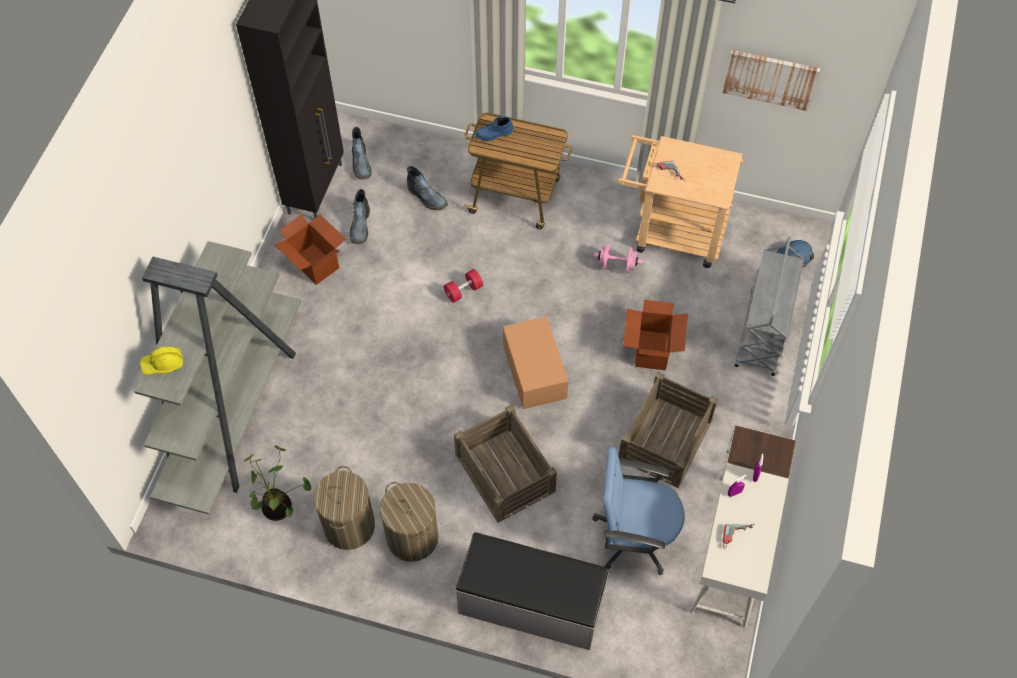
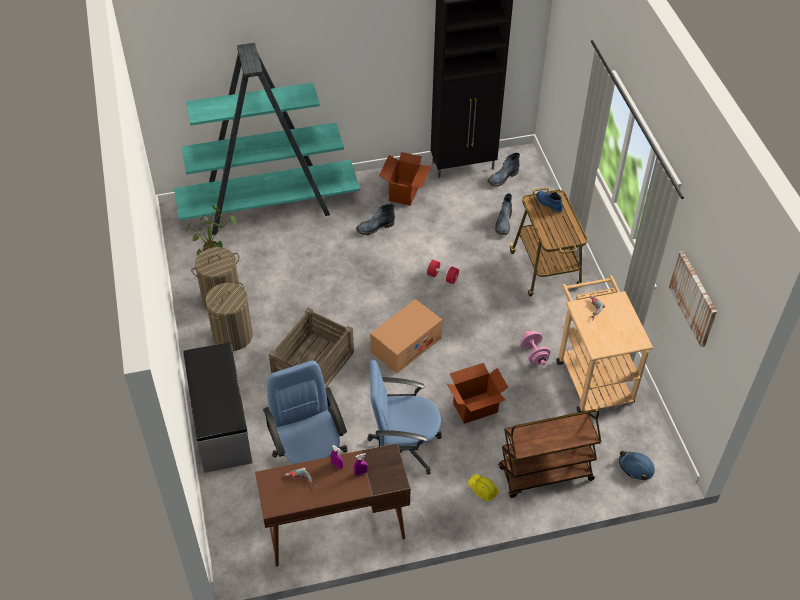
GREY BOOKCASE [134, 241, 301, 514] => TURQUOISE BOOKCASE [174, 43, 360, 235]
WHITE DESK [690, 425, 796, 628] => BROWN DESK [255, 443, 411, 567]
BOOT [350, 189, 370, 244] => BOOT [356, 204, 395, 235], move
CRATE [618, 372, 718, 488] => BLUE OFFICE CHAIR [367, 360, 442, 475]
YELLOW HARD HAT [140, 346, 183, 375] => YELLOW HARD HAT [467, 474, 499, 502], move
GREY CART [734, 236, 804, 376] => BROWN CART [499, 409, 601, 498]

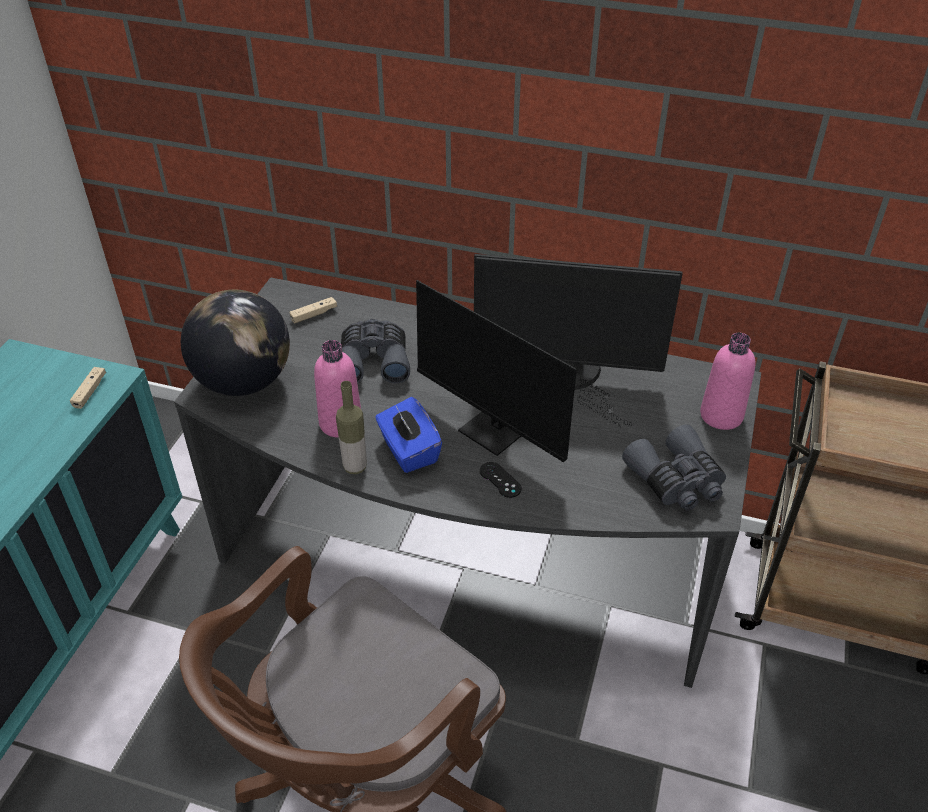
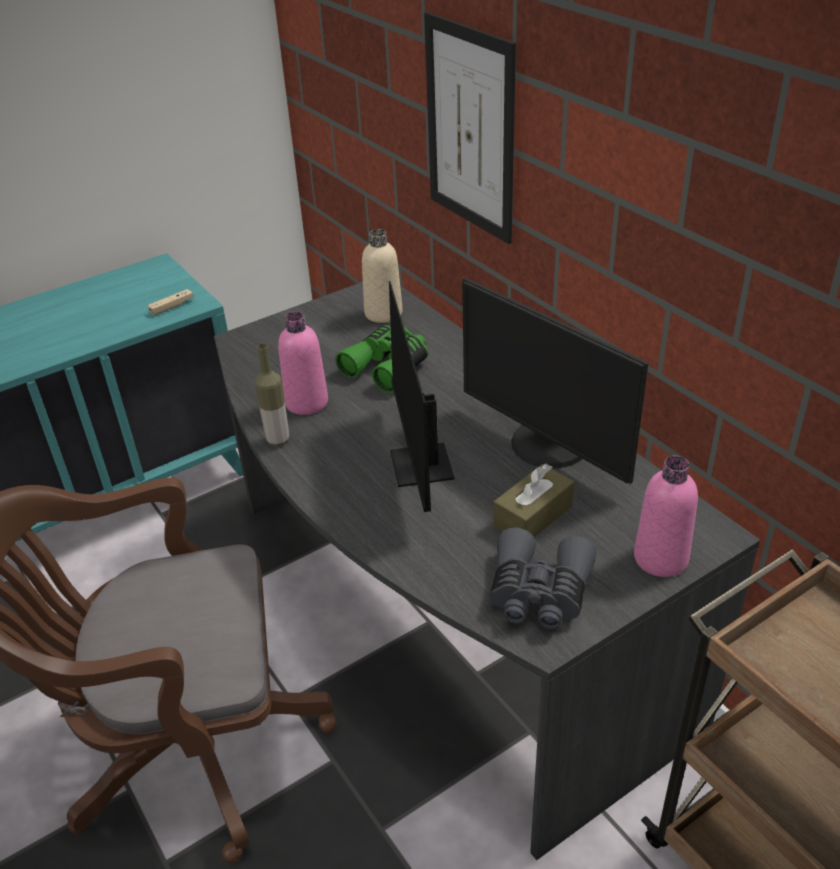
GREY BINOCULARS [341, 319, 410, 384] => GREEN BINOCULARS [335, 325, 428, 393]
BEIGE GAME CONTROLLER [289, 297, 337, 323] => BEIGE BOTTLE [362, 229, 402, 323]
nothing => PICTURE [424, 12, 516, 244]
nothing => BROWN TISSUE BOX [493, 464, 574, 537]
GLOBE [181, 290, 290, 396] => nothing
BLUE TISSUE BOX [375, 397, 442, 473] => nothing
BLACK GAME CONTROLLER [480, 462, 522, 498] => nothing

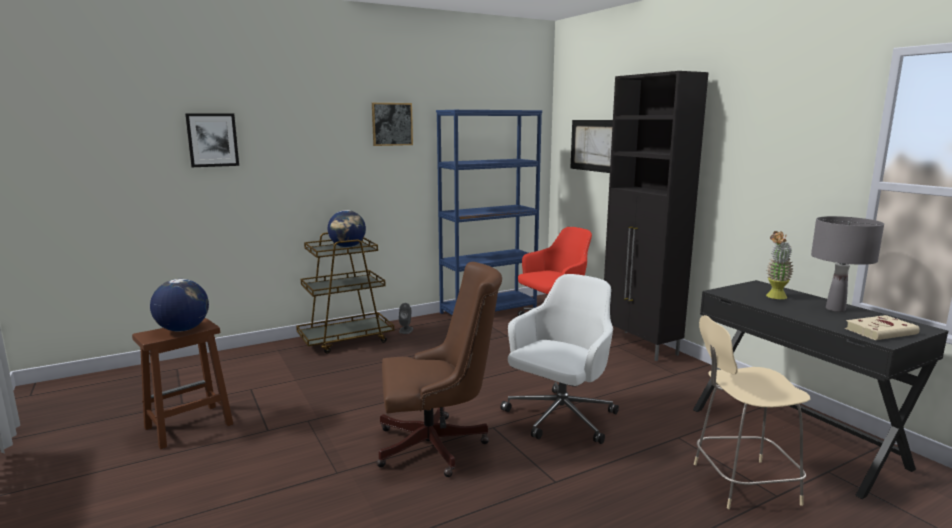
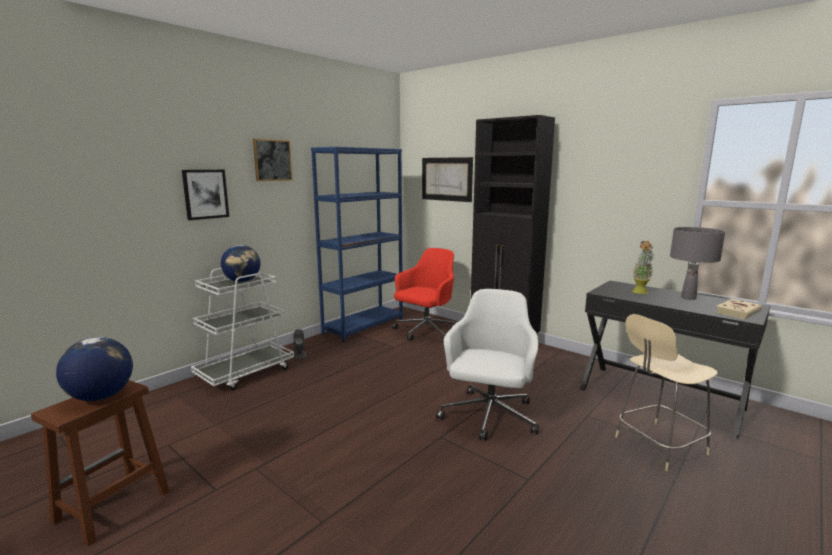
PICTURE [185, 113, 239, 167] => PICTURE [182, 170, 229, 220], move
BROWN CART [296, 232, 394, 353] => WHITE CART [191, 268, 294, 390]
BROWN OFFICE CHAIR [377, 262, 502, 477] => nothing

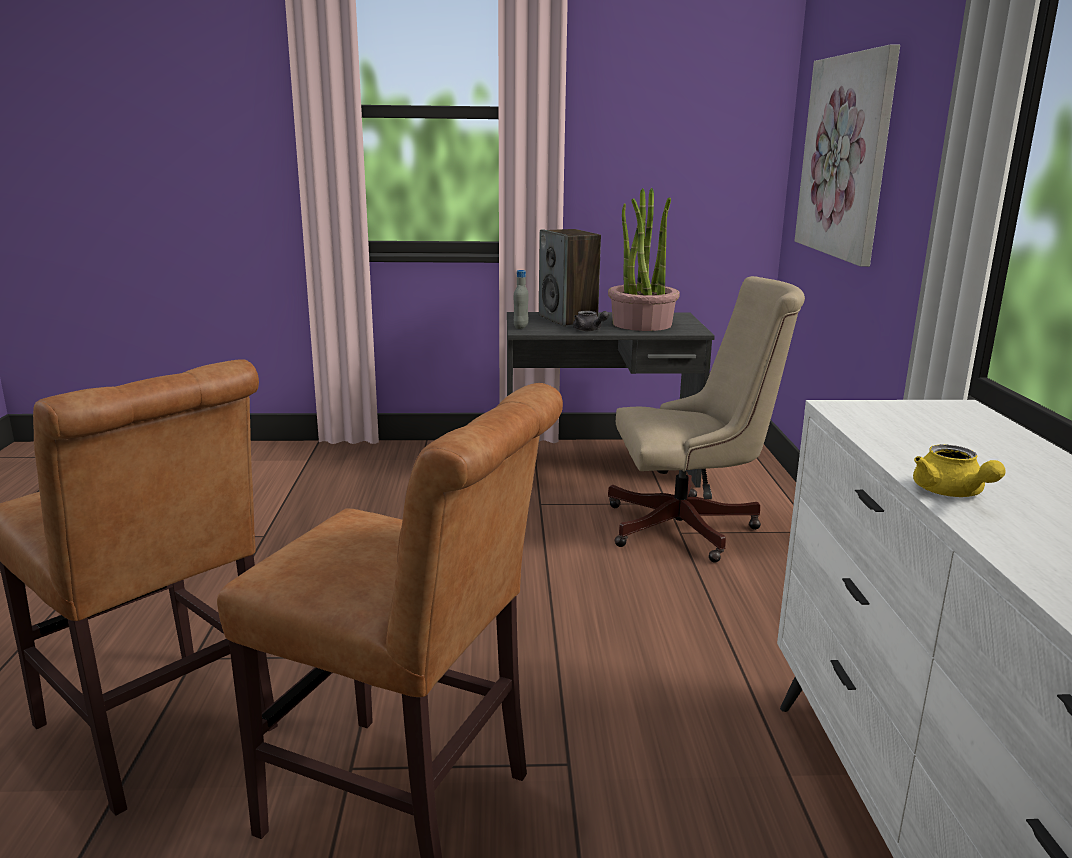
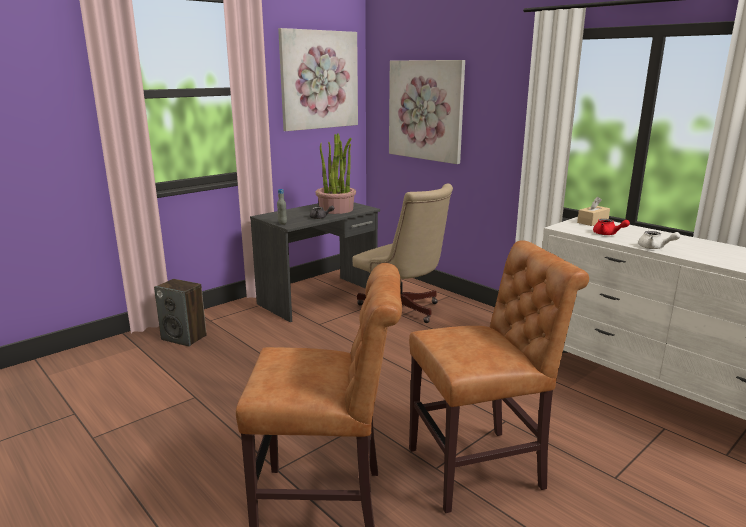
SPEAKER [539, 229, 601, 326] => SPEAKER [154, 279, 207, 346], move
nothing => PICTURE [278, 28, 358, 131]
BEIGE OFFICE CHAIR [608, 276, 805, 563] => BEIGE OFFICE CHAIR [352, 184, 453, 323], 90 degrees clockwise
nothing => BEIGE TISSUE BOX [577, 196, 610, 226]
nothing => RED TEAPOT [593, 219, 630, 235]
YELLOW TEAPOT [913, 444, 1005, 497] => WHITE TEAPOT [638, 231, 680, 249]

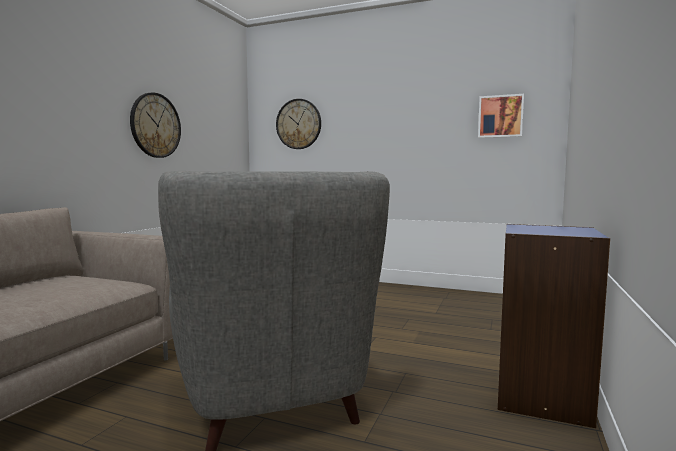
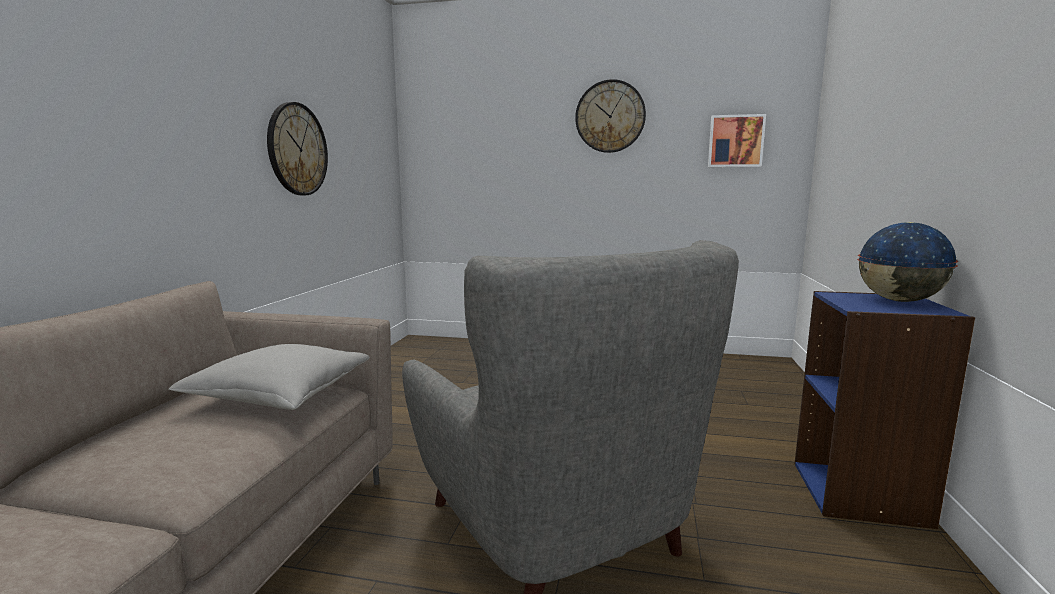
nothing => GREY PILLOW [169, 344, 369, 410]
WALL CLOCK [276, 99, 321, 149] => WALL CLOCK [575, 79, 646, 153], move
nothing => GLOBE [857, 222, 959, 302]

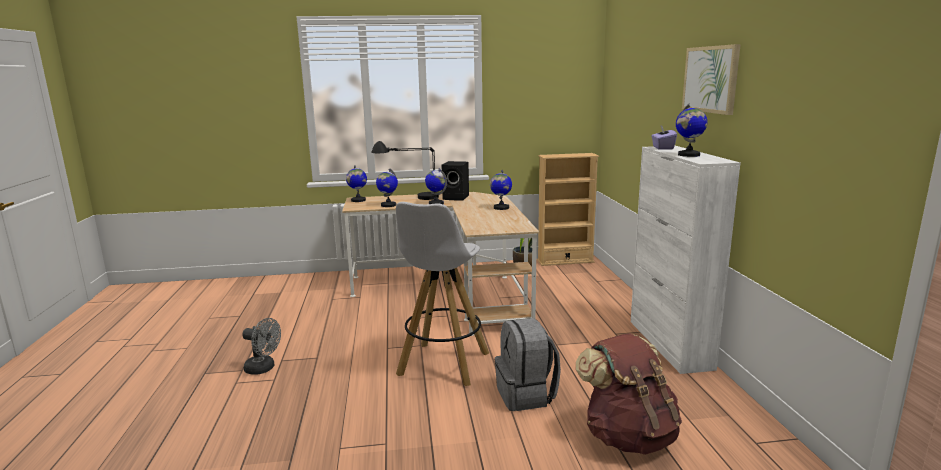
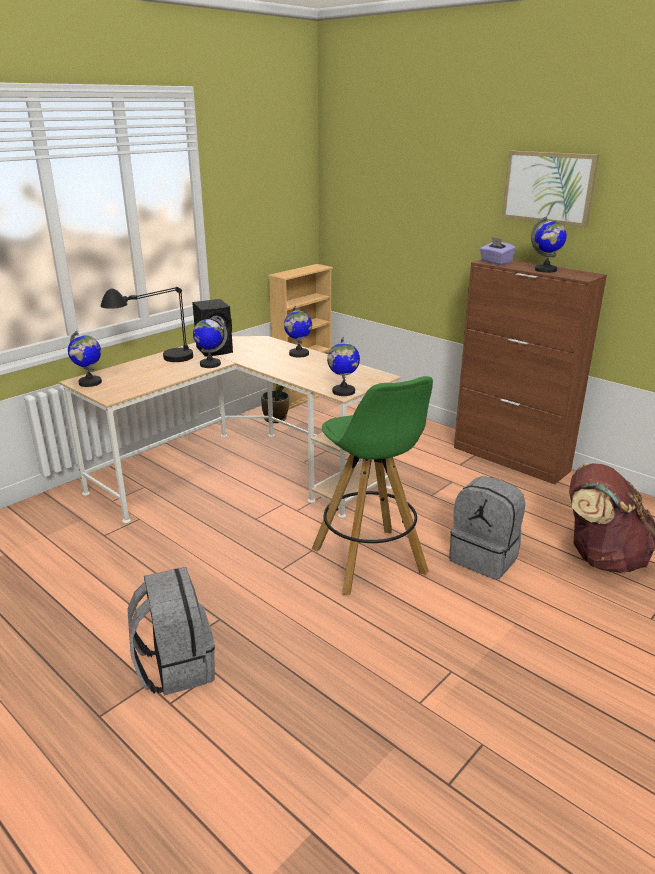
GREY FAN [242, 318, 281, 375] => GREY BACKPACK [127, 567, 215, 696]
WHITE STOOL [396, 202, 489, 386] => GREEN STOOL [312, 376, 433, 595]
GLOBE [376, 169, 398, 207] => GLOBE [327, 337, 360, 396], move
WHITE CABINET [631, 146, 741, 374] => BROWN CABINET [454, 259, 607, 485]

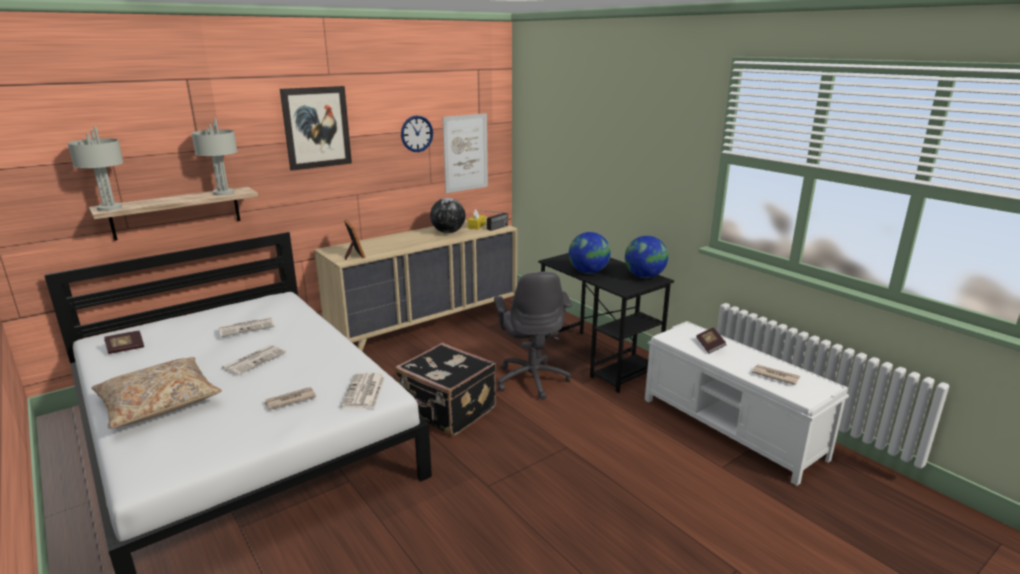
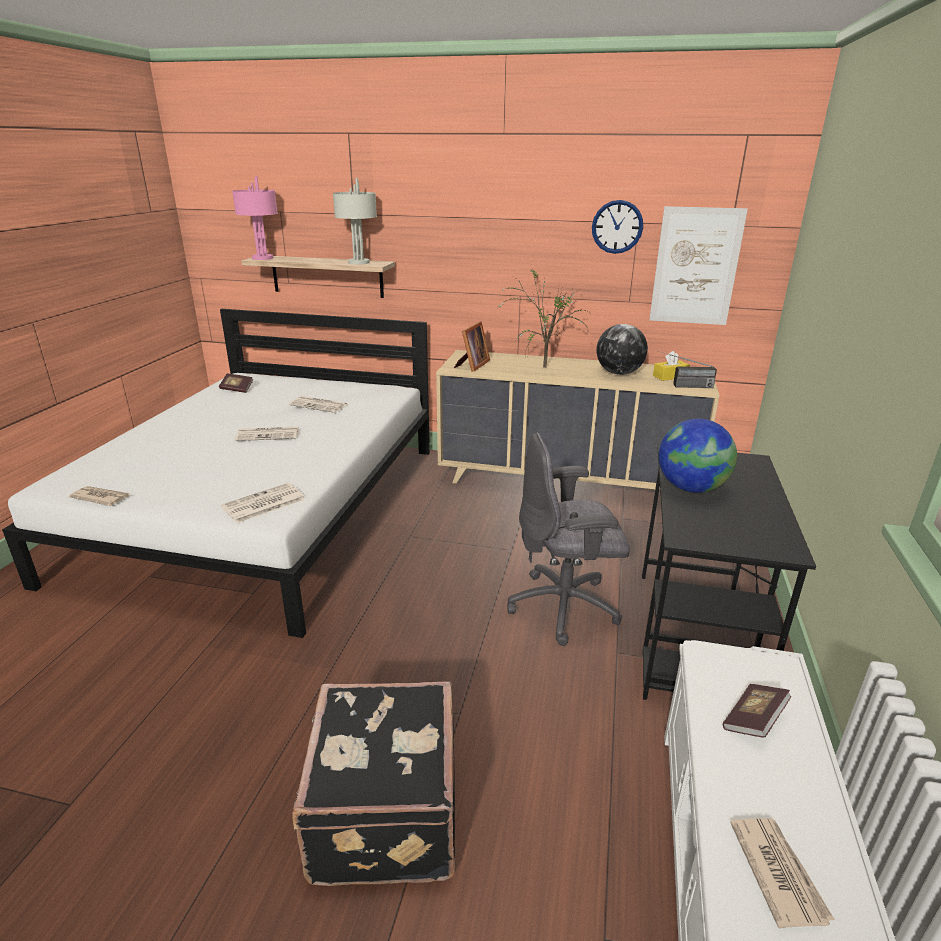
NEWSPAPER [264, 387, 316, 410] => NEWSPAPER [69, 486, 130, 506], move
GREY TABLE LAMP [67, 126, 124, 211] => PINK TABLE LAMP [232, 176, 278, 260]
BLACK SUITCASE [395, 343, 496, 436] => BLACK SUITCASE [292, 681, 455, 886], move
nothing => POTTED PLANT [498, 269, 589, 368]
GREY OFFICE CHAIR [494, 272, 572, 400] => GREY OFFICE CHAIR [507, 433, 630, 646], 45 degrees clockwise
BEIGE PILLOW [91, 357, 222, 429] => nothing
PICTURE [280, 86, 352, 171] => nothing
GLOBE [625, 236, 668, 278] => nothing

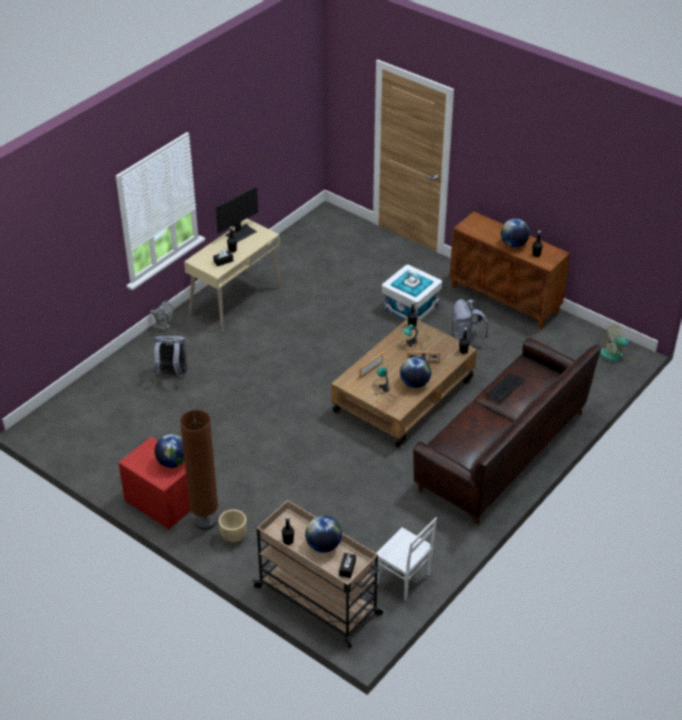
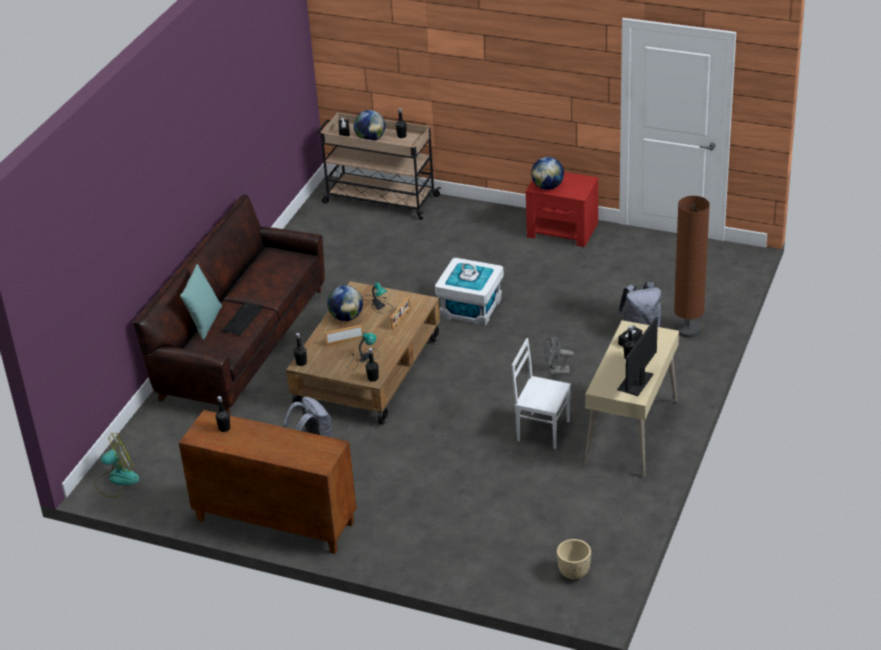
nothing => TURQUOISE PILLOW [180, 264, 222, 340]
WHITE STORAGE BOX [382, 265, 442, 321] => WHITE STORAGE BOX [435, 258, 504, 326], move
WHITE CHAIR [376, 517, 437, 601] => WHITE CHAIR [512, 338, 571, 449], move
GREY FAN [150, 300, 173, 331] => GREY FAN [544, 335, 574, 375], move
BEIGE PLANTER [219, 510, 247, 542] => BEIGE PLANTER [557, 539, 591, 580], move
BROWN FLOOR LAMP [180, 410, 218, 530] => BROWN FLOOR LAMP [674, 196, 710, 338], move
GLOBE [501, 218, 530, 247] => nothing

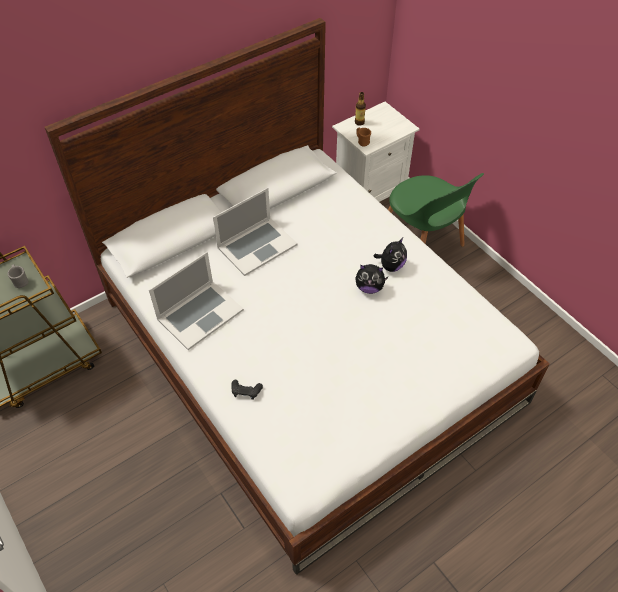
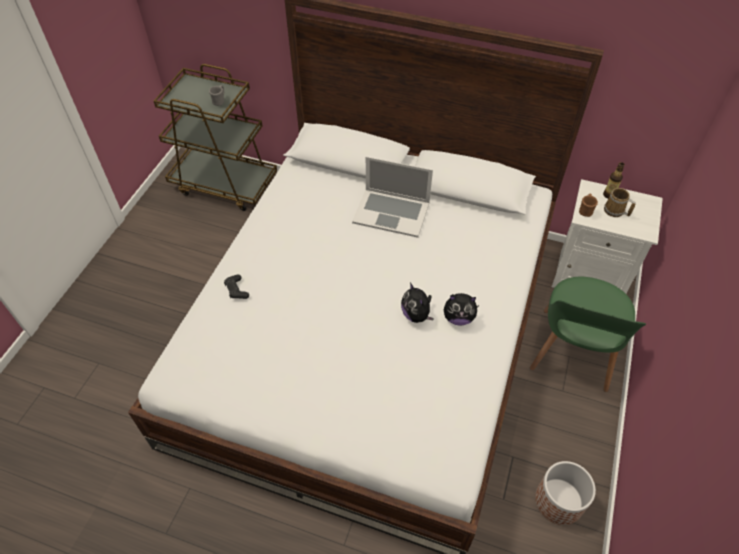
nothing => PLANTER [535, 461, 596, 525]
nothing => MUG [604, 188, 636, 217]
LAPTOP [149, 252, 244, 350] => nothing

